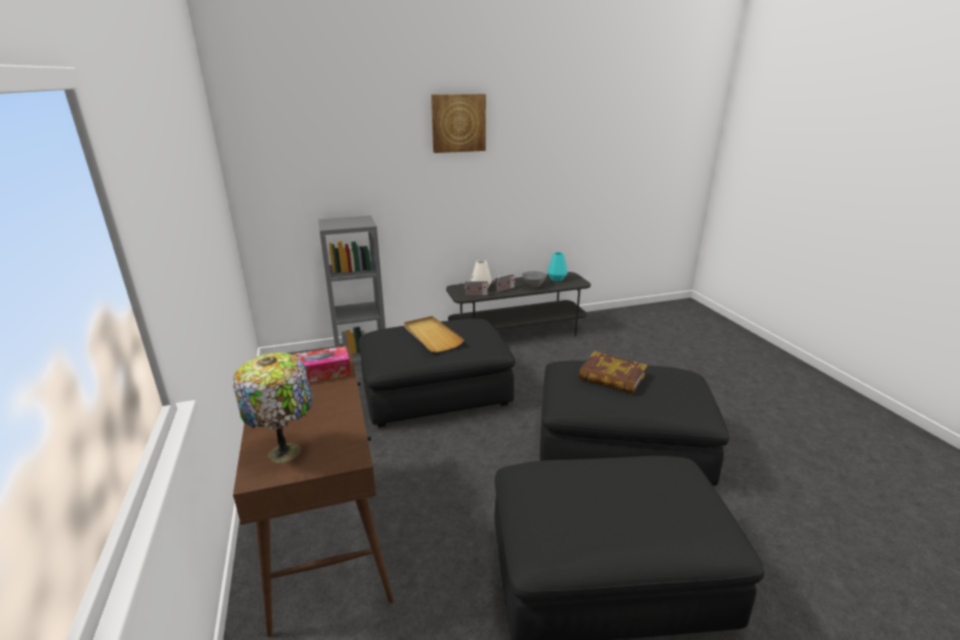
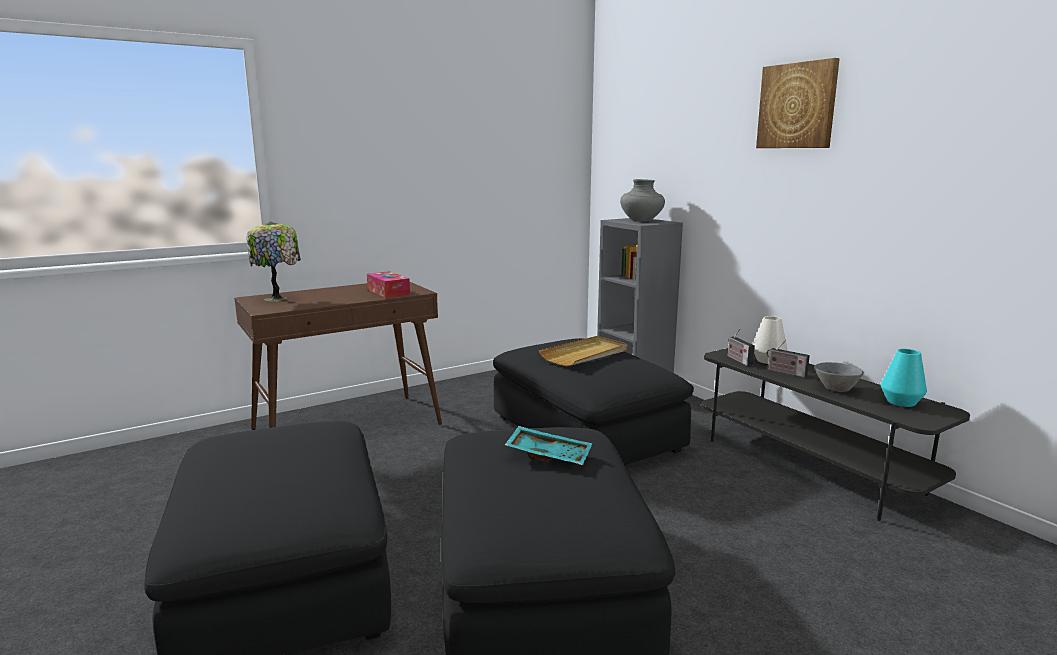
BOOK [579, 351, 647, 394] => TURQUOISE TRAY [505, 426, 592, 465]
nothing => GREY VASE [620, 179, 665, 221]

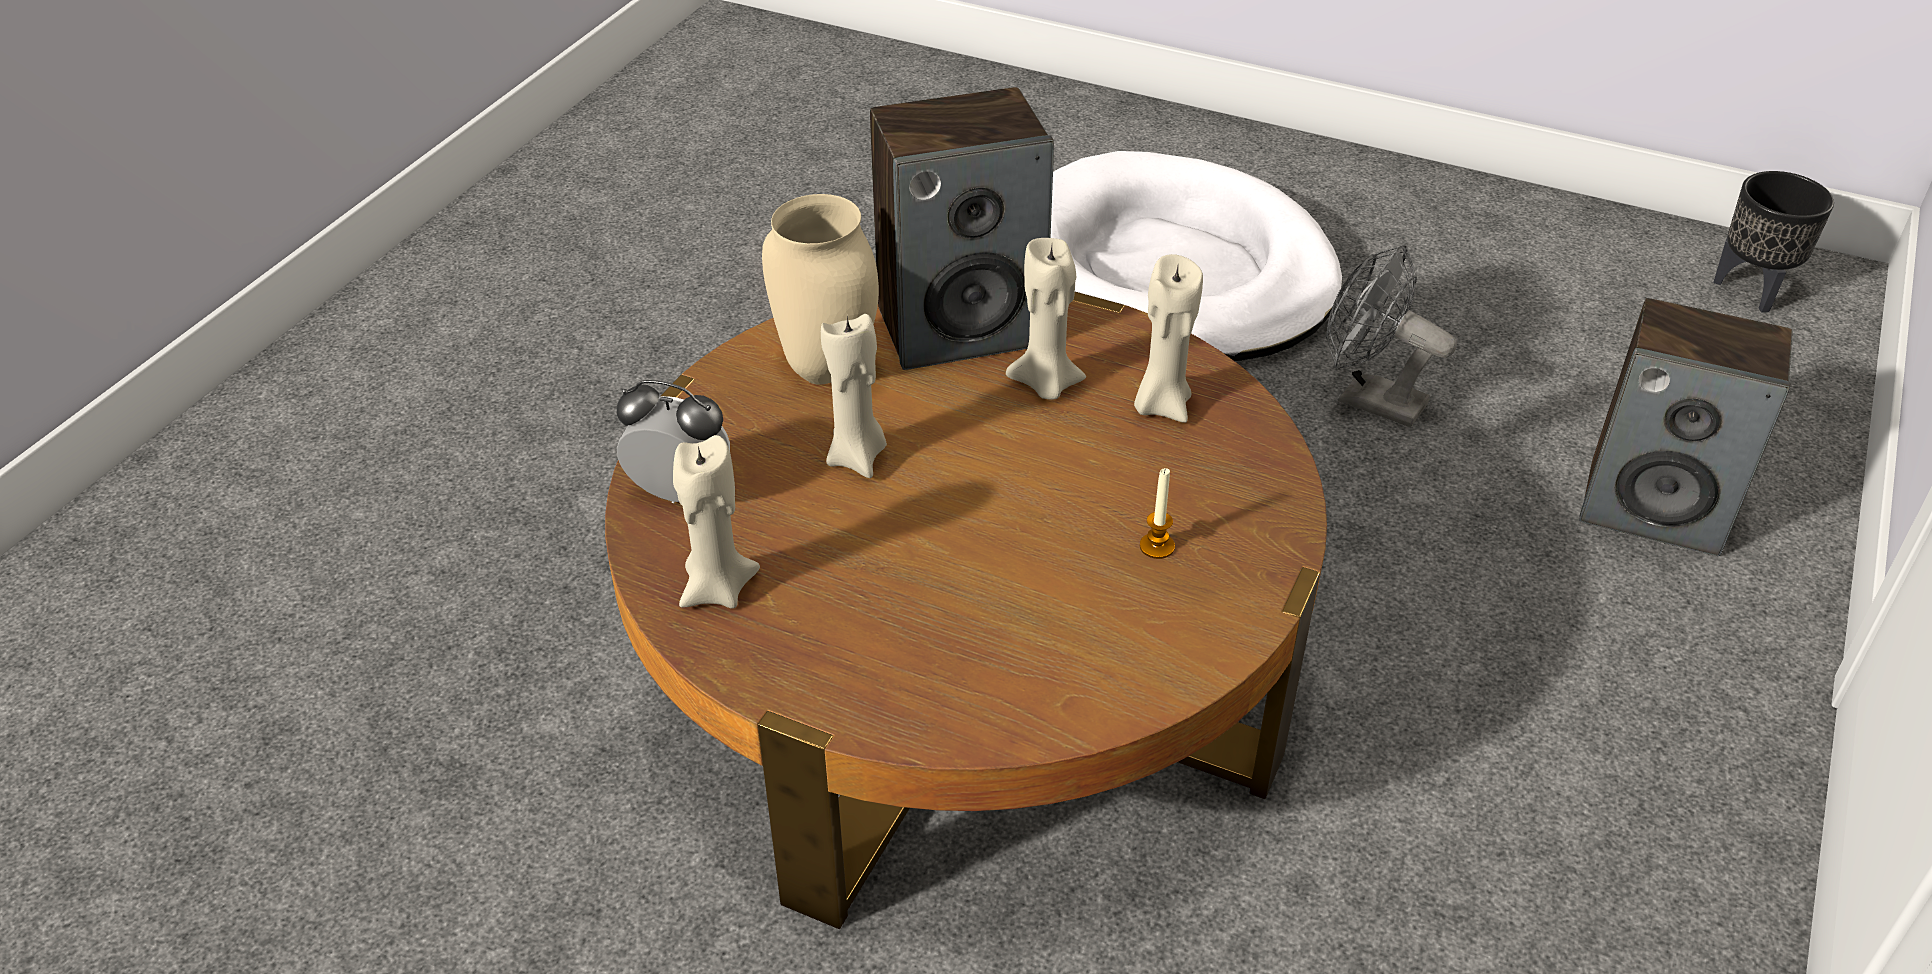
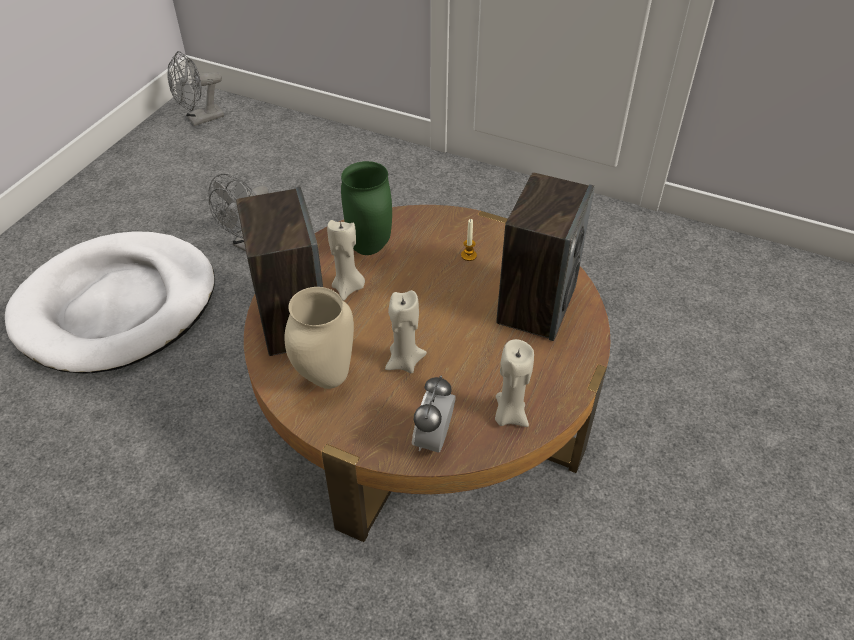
BLACK PLANTER [1713, 171, 1834, 312] => GREY FAN [167, 51, 224, 126]
BEIGE CANDLE [1134, 254, 1203, 423] => GREEN VASE [341, 161, 392, 255]
SPEAKER [1579, 298, 1792, 556] => SPEAKER [496, 172, 595, 341], move

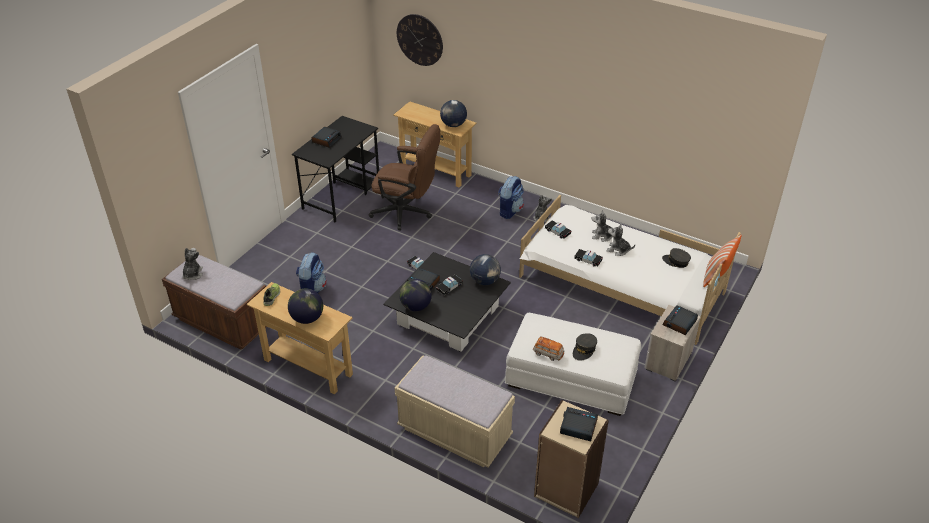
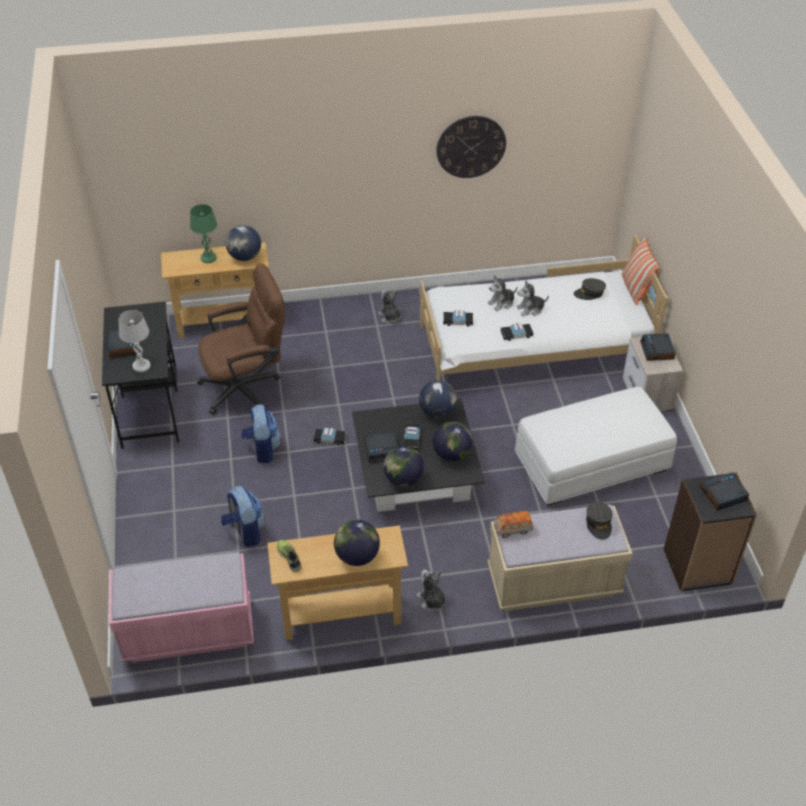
BROWN BENCH [162, 255, 266, 350] => PINK BENCH [109, 552, 254, 663]
nothing => WHITE TABLE LAMP [119, 310, 151, 372]
nothing => GREEN TABLE LAMP [190, 204, 217, 263]
BACKPACK [498, 176, 524, 219] => BACKPACK [241, 404, 281, 463], move
PLUSH TOY [182, 248, 203, 280] => PLUSH TOY [416, 569, 446, 611], move
nothing => GLOBE [433, 422, 472, 461]
WALL CLOCK [397, 14, 443, 66] => WALL CLOCK [436, 116, 506, 178], move
TOY CAR [533, 337, 564, 361] => TOY CAR [494, 511, 534, 538], move
GREY CAP [573, 333, 597, 361] => GREY CAP [586, 502, 613, 540], move
BEIGE BOOKCASE [534, 400, 609, 518] => BLACK BOOKCASE [664, 472, 757, 592]

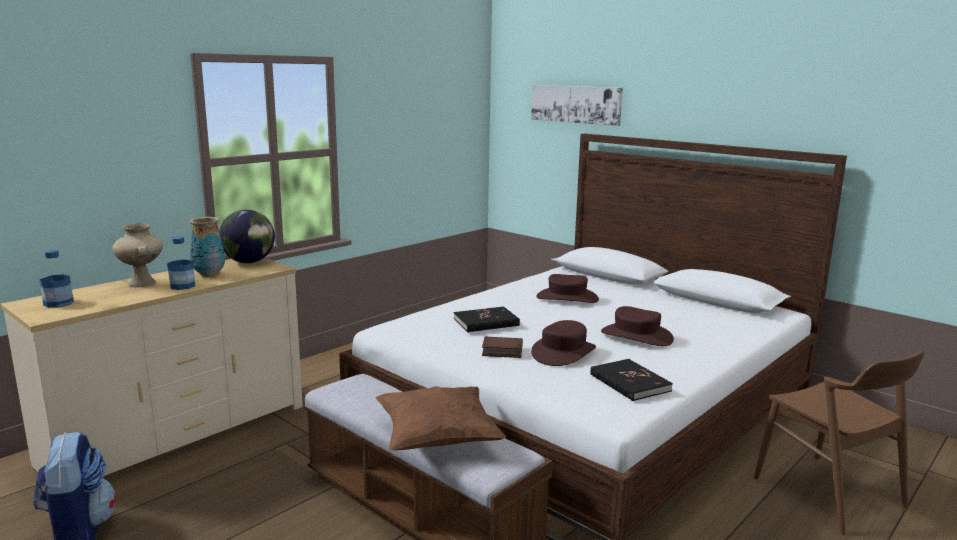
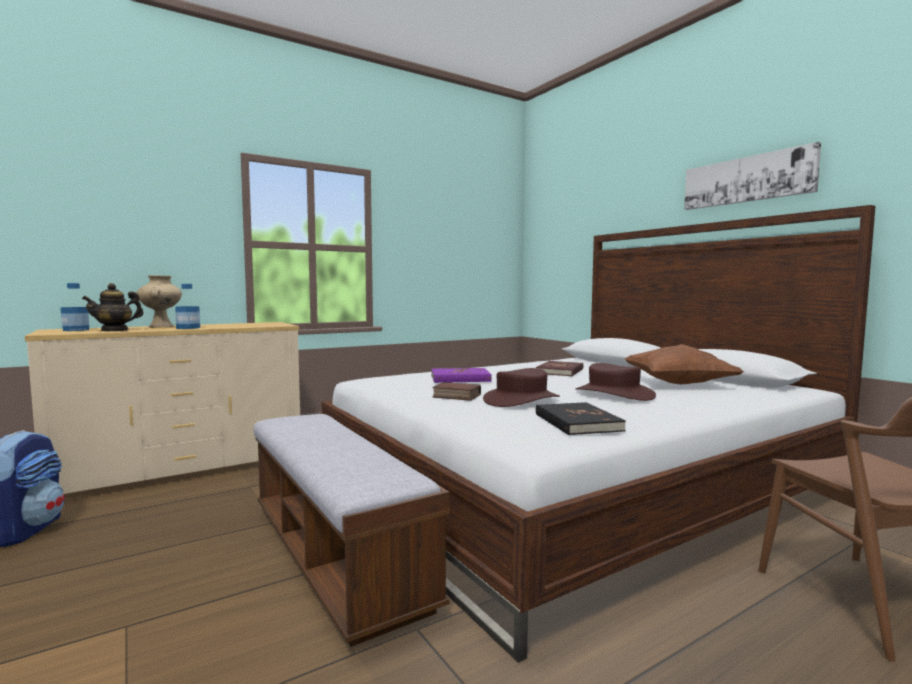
nothing => TEAPOT [82, 283, 144, 331]
BLACK BOOK [454, 307, 520, 332] => PURPLE BOOK [431, 368, 492, 383]
BROWN HAT [536, 274, 599, 303] => RED BOOK [536, 361, 583, 376]
BROWN PILLOW [375, 386, 506, 450] => BROWN PILLOW [625, 344, 744, 384], move
PICTURE [531, 85, 623, 126] => PICTURE [684, 142, 821, 210], move
VASE [189, 217, 225, 277] => nothing
GLOBE [219, 210, 275, 263] => nothing

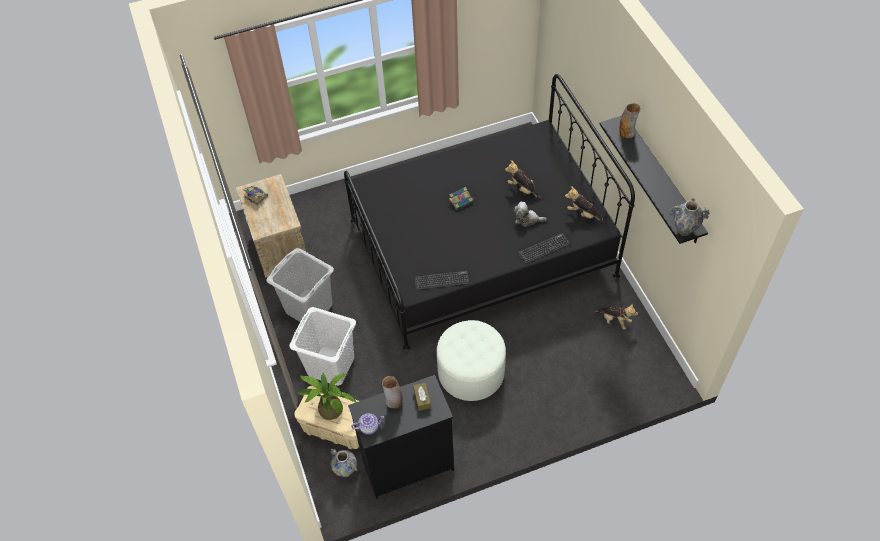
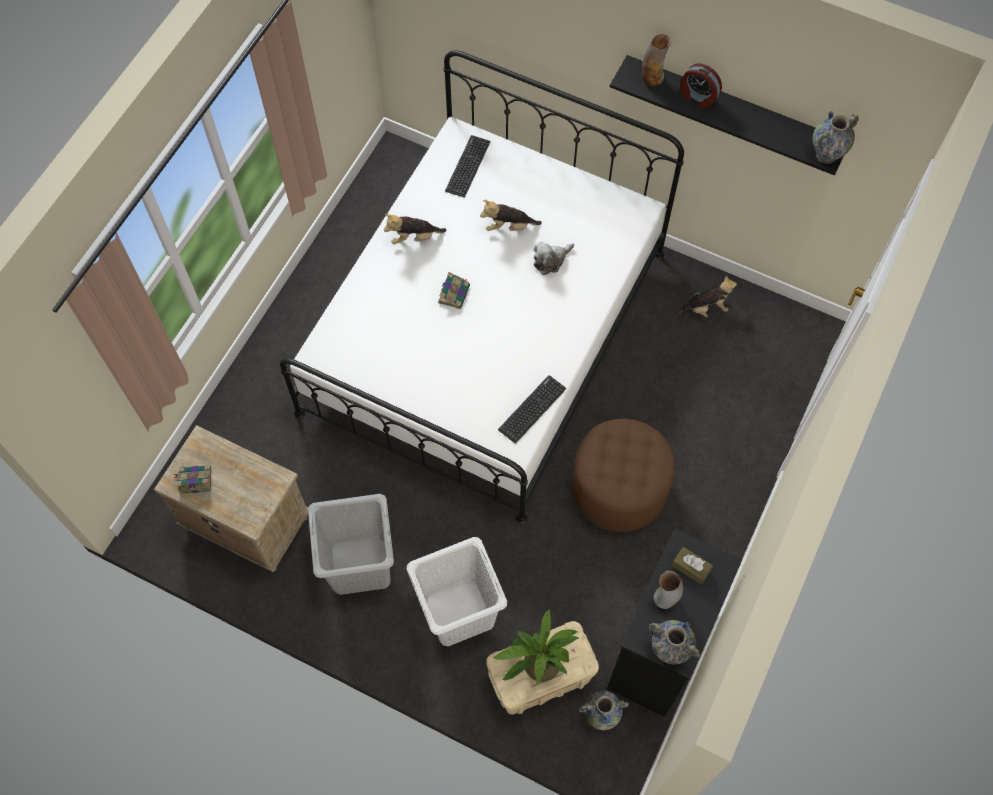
BLACK BED [344, 74, 635, 351] => WHITE BED [280, 50, 684, 524]
PLUSH TOY [565, 186, 605, 222] => PLUSH TOY [384, 214, 446, 244], move
KEYBOARD [518, 233, 570, 264] => KEYBOARD [445, 135, 491, 197], move
WHITE OTTOMAN [437, 320, 506, 401] => BROWN OTTOMAN [572, 419, 675, 532]
TEAPOT [351, 413, 385, 435] => VASE [648, 620, 700, 665]
nothing => ALARM CLOCK [680, 64, 722, 108]

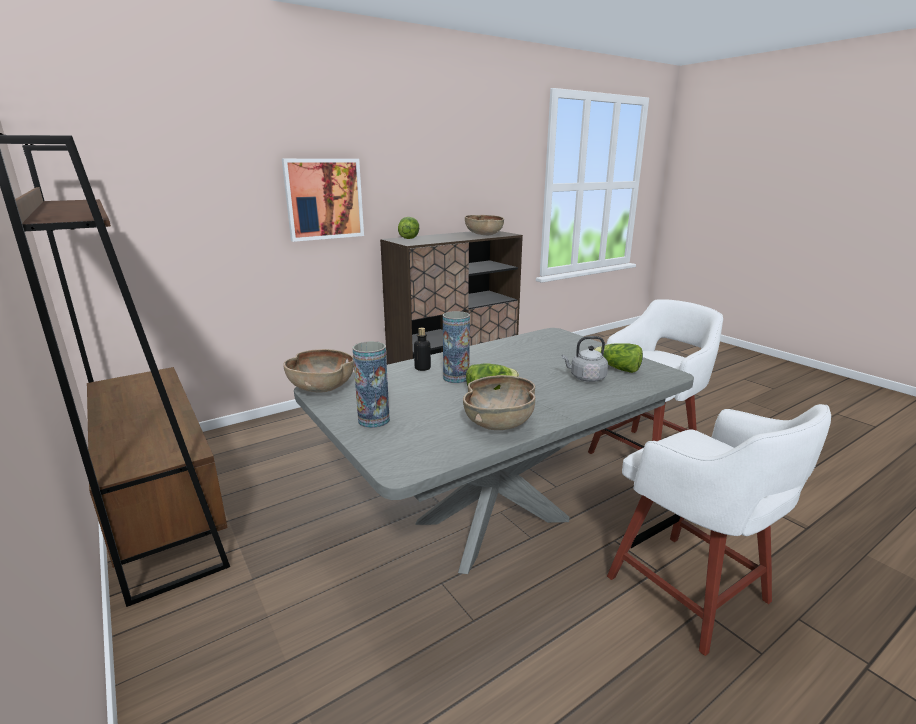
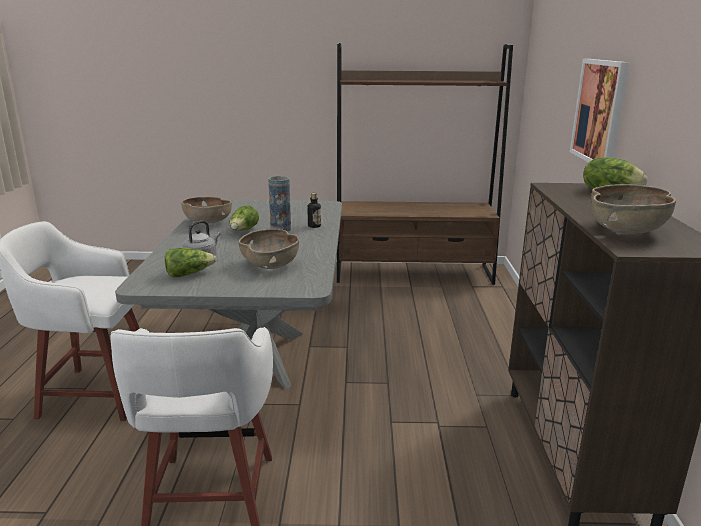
BROWN BOWL [283, 349, 354, 393] => BROWN BOWL [238, 229, 299, 269], move
VASE [353, 341, 390, 428] => nothing

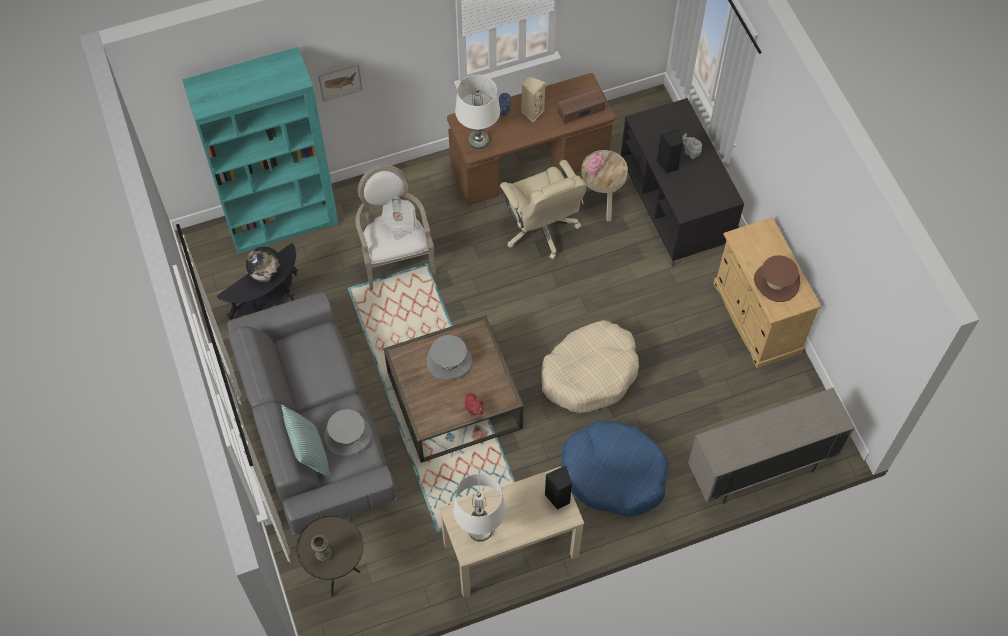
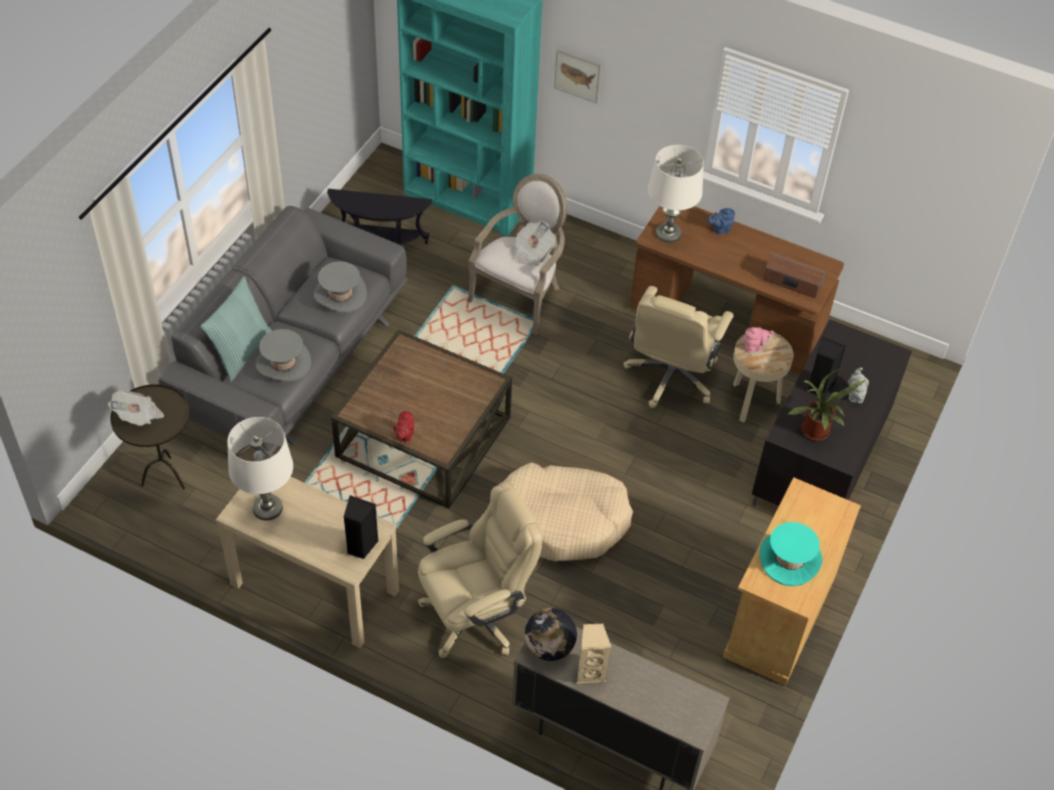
VASE [311, 535, 331, 561] => NEWSPAPER [108, 390, 164, 426]
GREY HAT [426, 335, 472, 380] => GREY HAT [314, 261, 367, 312], move
BLUE DOG BED [561, 421, 669, 517] => BEIGE OFFICE CHAIR [418, 481, 543, 658]
GLOBE [246, 247, 282, 282] => GLOBE [525, 608, 577, 661], move
BEIGE SPEAKER [521, 76, 546, 122] => BEIGE SPEAKER [577, 624, 611, 683], move
BROWN HAT [754, 255, 800, 302] => TURQUOISE HAT [760, 522, 822, 586]
nothing => POTTED PLANT [787, 368, 866, 441]

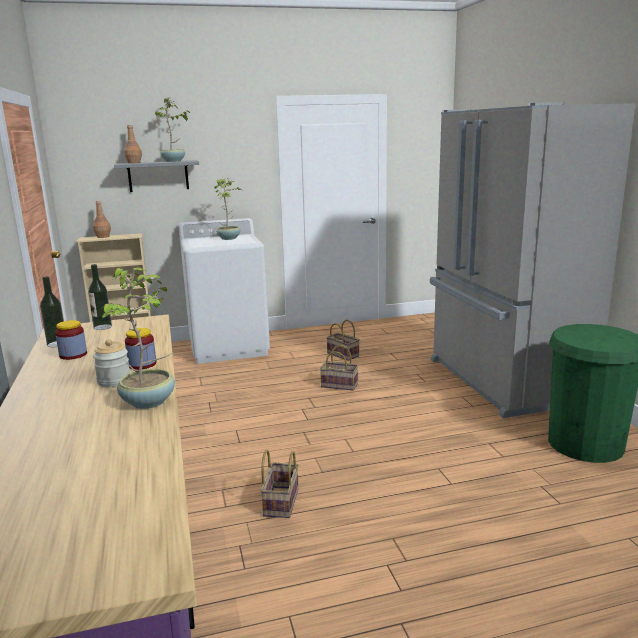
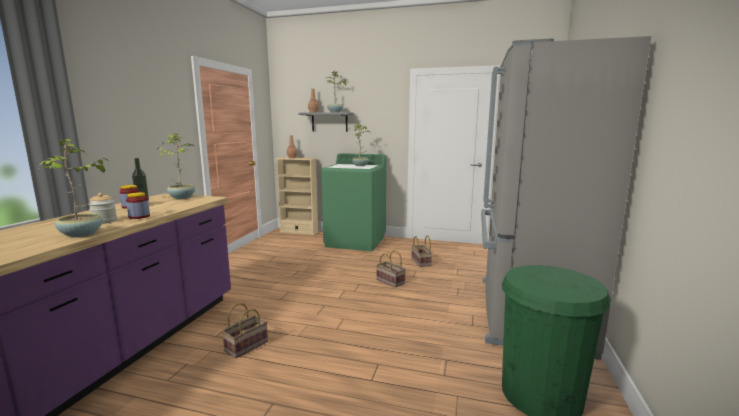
BOTTLE [88, 264, 112, 330] => POTTED PLANT [157, 134, 195, 199]
WHITE WASHING MACHINE [179, 218, 270, 364] => GREEN WASHING MACHINE [321, 153, 386, 251]

